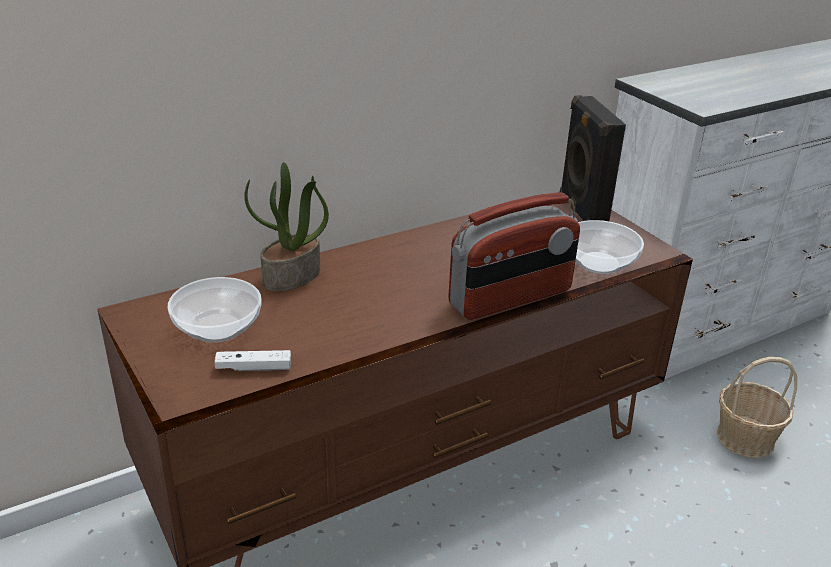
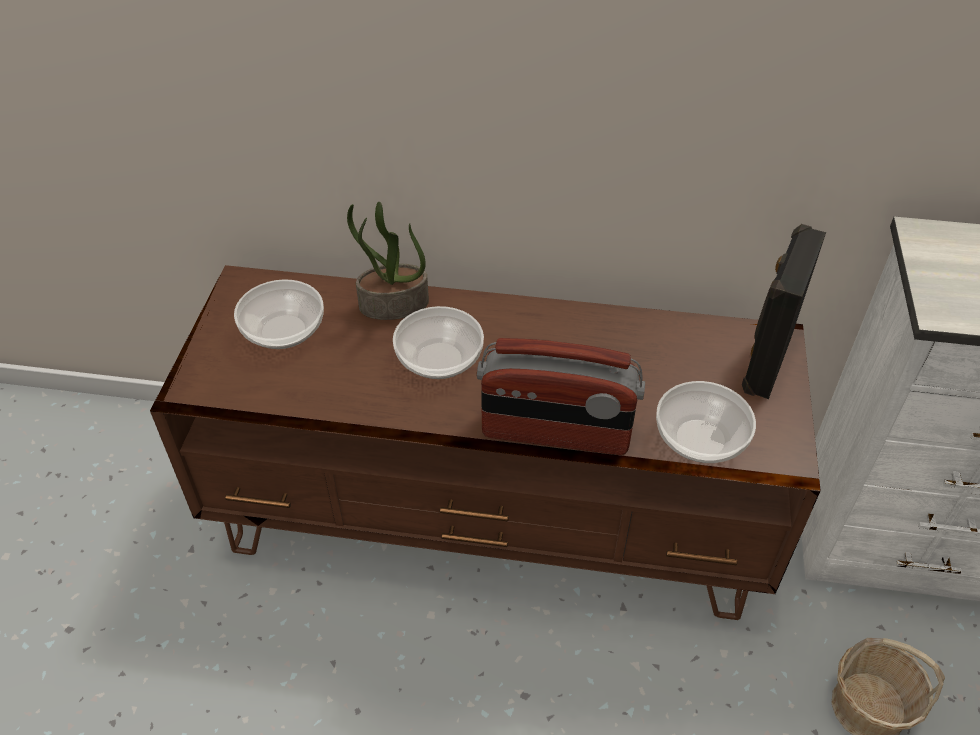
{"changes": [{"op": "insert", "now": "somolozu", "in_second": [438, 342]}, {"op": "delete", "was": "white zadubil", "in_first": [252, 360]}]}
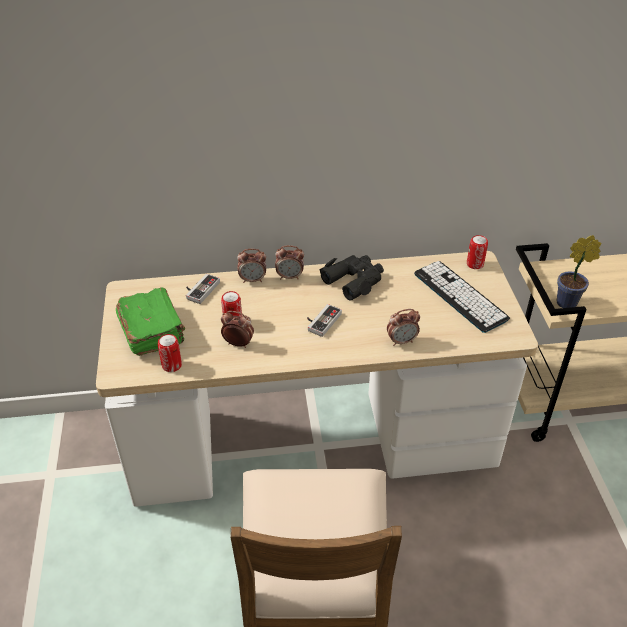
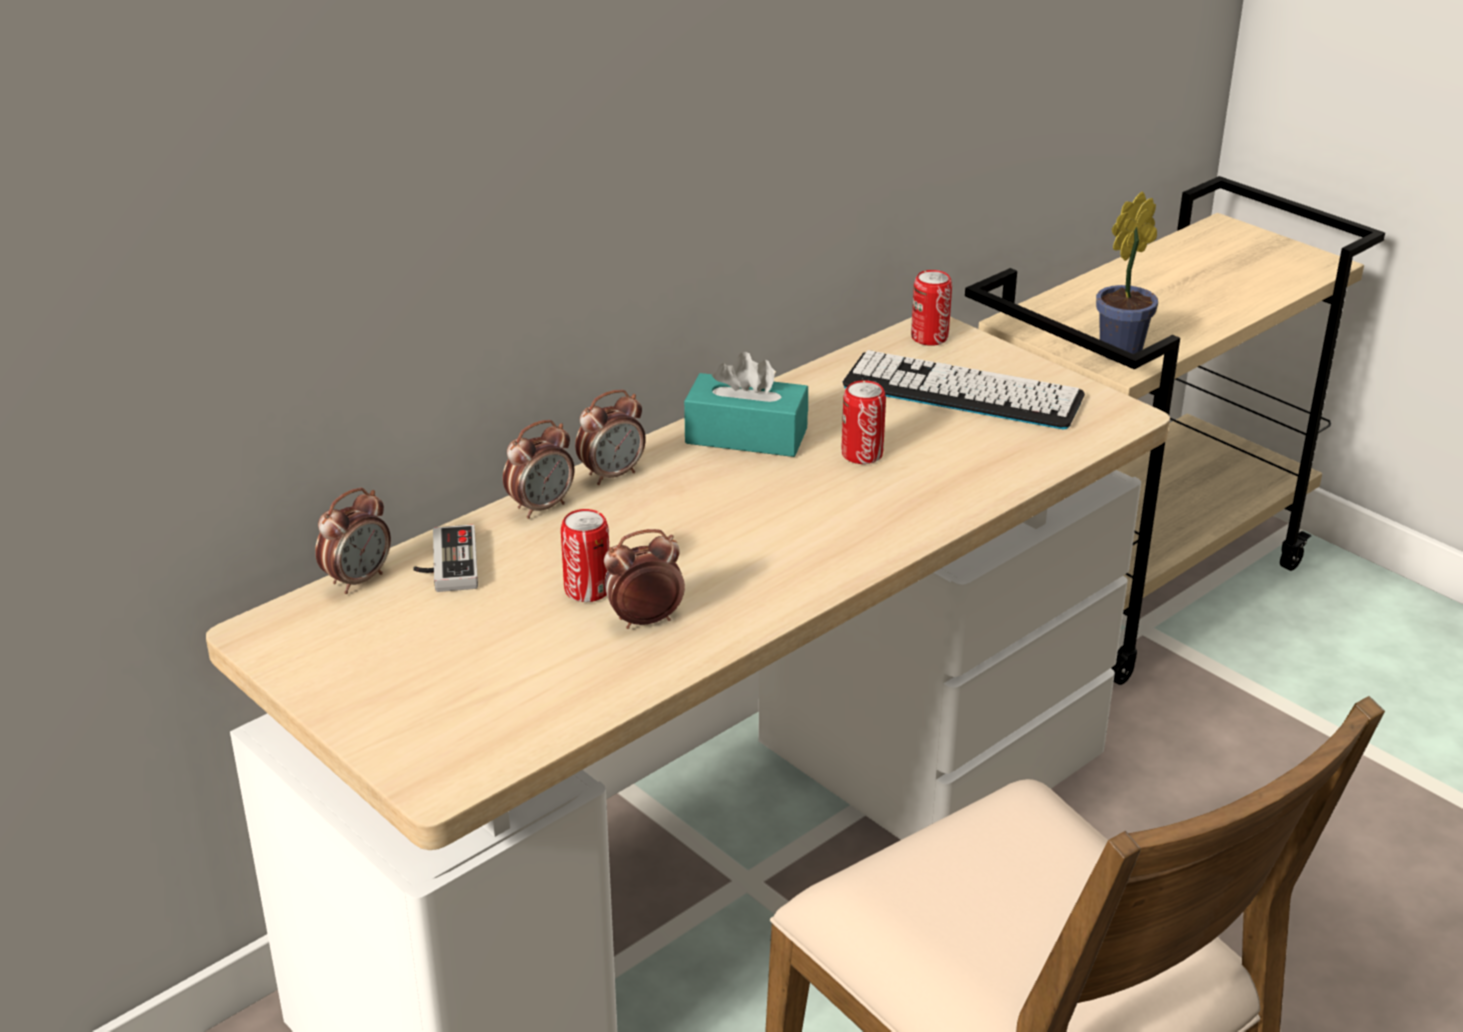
{"changes": [{"op": "move", "was": "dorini", "in_first": [403, 327], "in_second": [353, 541]}, {"op": "replace", "was": "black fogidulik", "now": "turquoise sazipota", "in_first": [352, 278], "in_second": [746, 404]}, {"op": "move", "was": "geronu", "in_first": [170, 353], "in_second": [863, 422]}, {"op": "delete", "was": "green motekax", "in_first": [150, 321]}, {"op": "delete", "was": "zadubil", "in_first": [324, 320]}]}
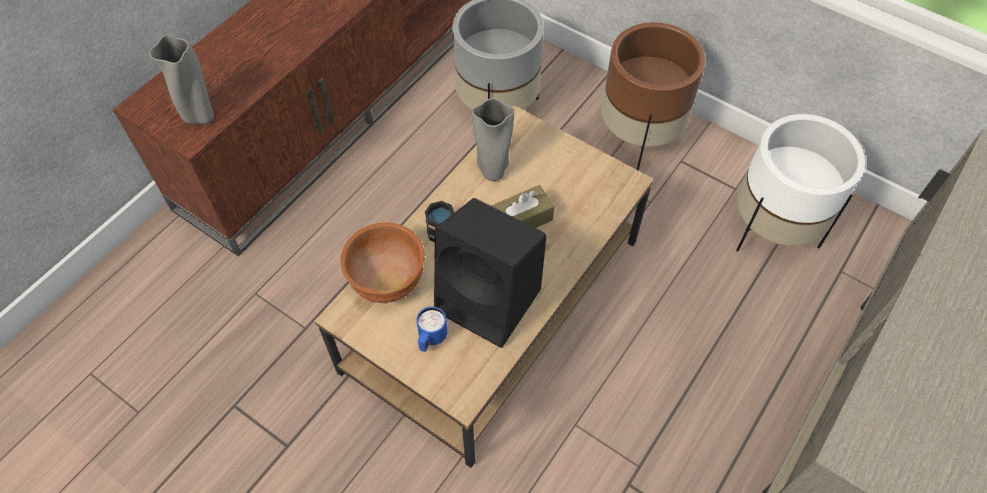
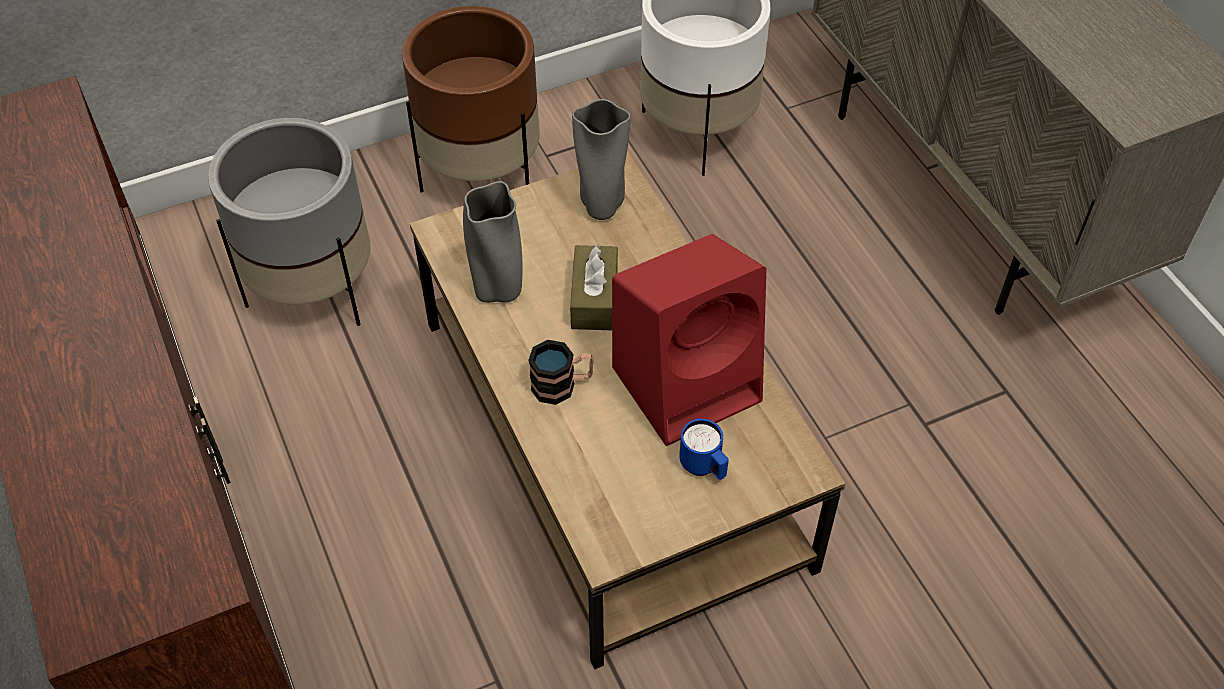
{"changes": [{"op": "move", "was": "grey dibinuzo", "in_first": [181, 79], "in_second": [601, 159]}, {"op": "recolor", "was": "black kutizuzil", "now": "red kutizuzil", "in_first": [490, 273], "in_second": [689, 340]}, {"op": "delete", "was": "brown somolozu", "in_first": [382, 263]}]}
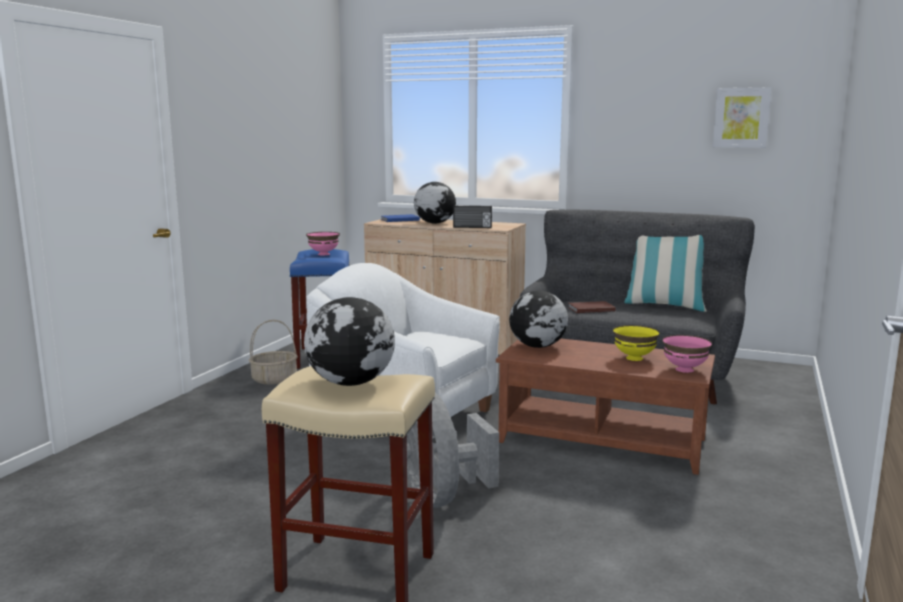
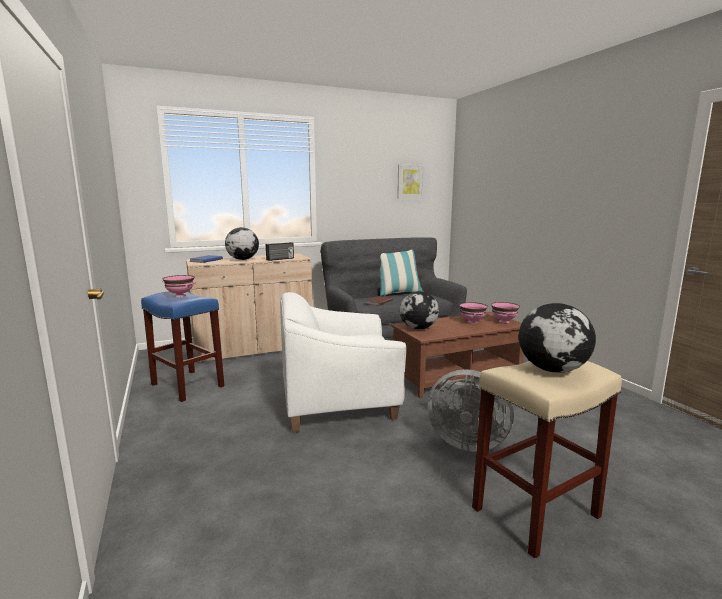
{"changes": [{"op": "recolor", "was": "yellow somolozu", "now": "pink somolozu", "in_first": [636, 343], "in_second": [473, 313]}, {"op": "delete", "was": "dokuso", "in_first": [273, 352]}]}
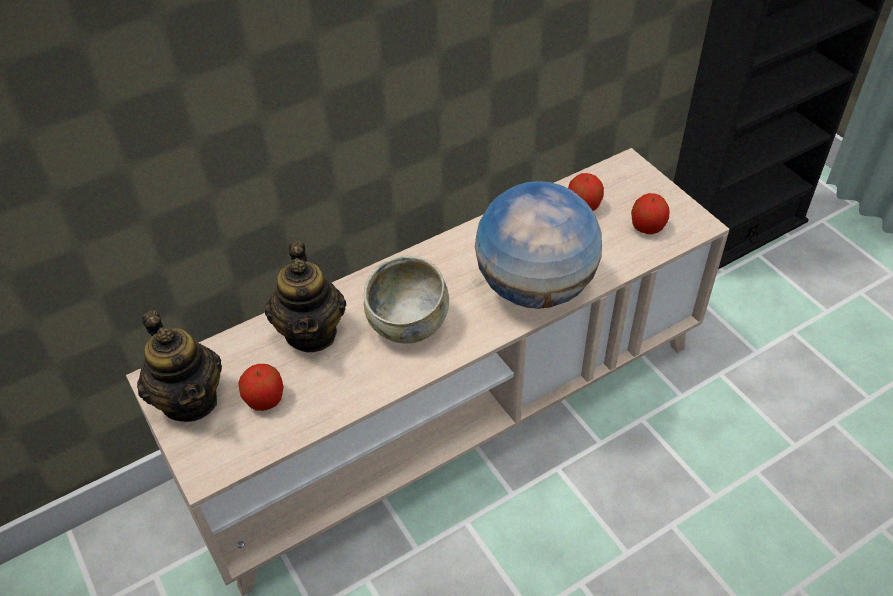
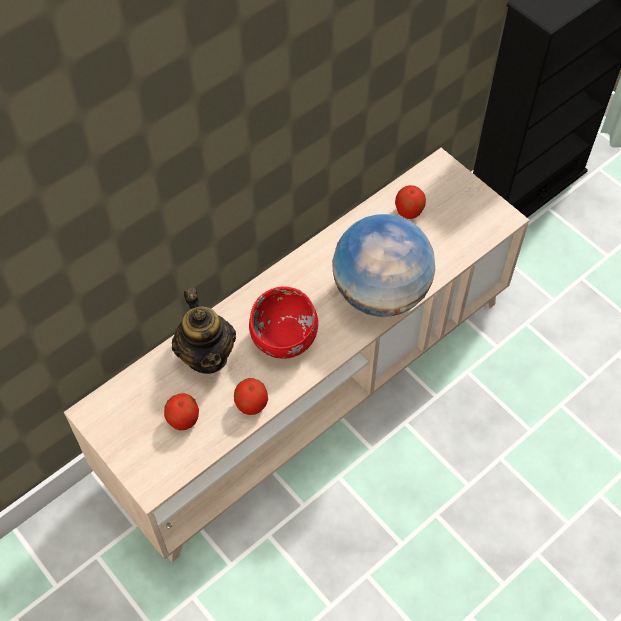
{"changes": [{"op": "move", "was": "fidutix", "in_first": [650, 213], "in_second": [251, 396]}, {"op": "recolor", "was": "beige somolozu", "now": "red somolozu", "in_first": [406, 299], "in_second": [283, 322]}, {"op": "delete", "was": "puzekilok", "in_first": [179, 366]}]}
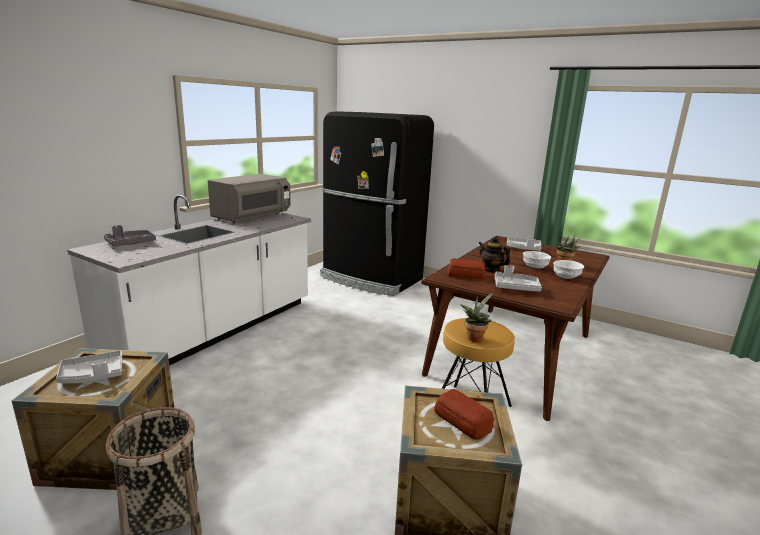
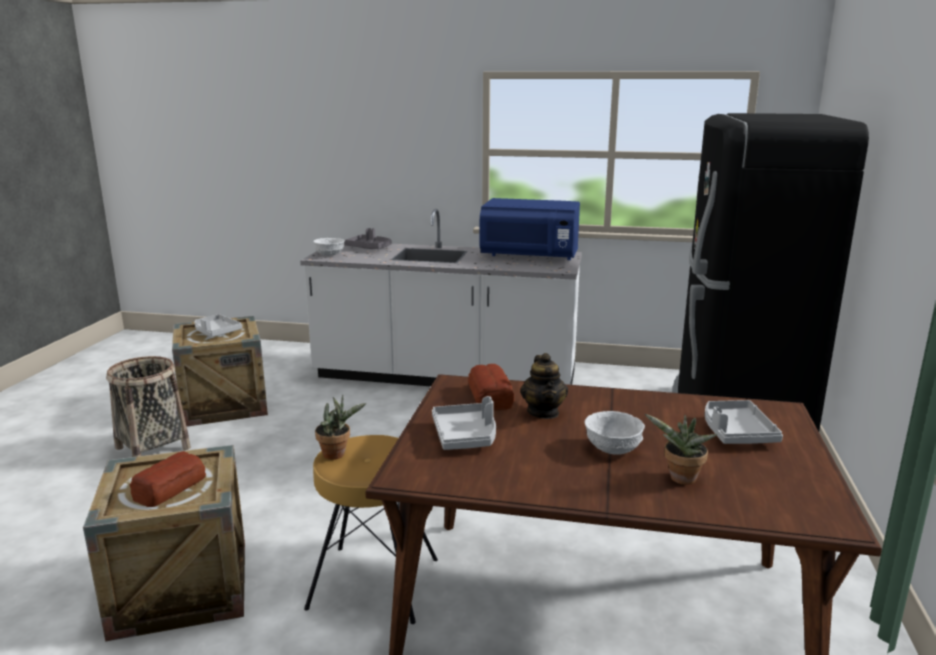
{"changes": [{"op": "move", "was": "white somolozu", "in_first": [568, 269], "in_second": [329, 247]}, {"op": "recolor", "was": "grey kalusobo", "now": "blue kalusobo", "in_first": [249, 198], "in_second": [529, 229]}, {"op": "rotate", "was": "puzekilok", "in_first": [494, 254], "in_second": [544, 386], "clockwise": 150}]}
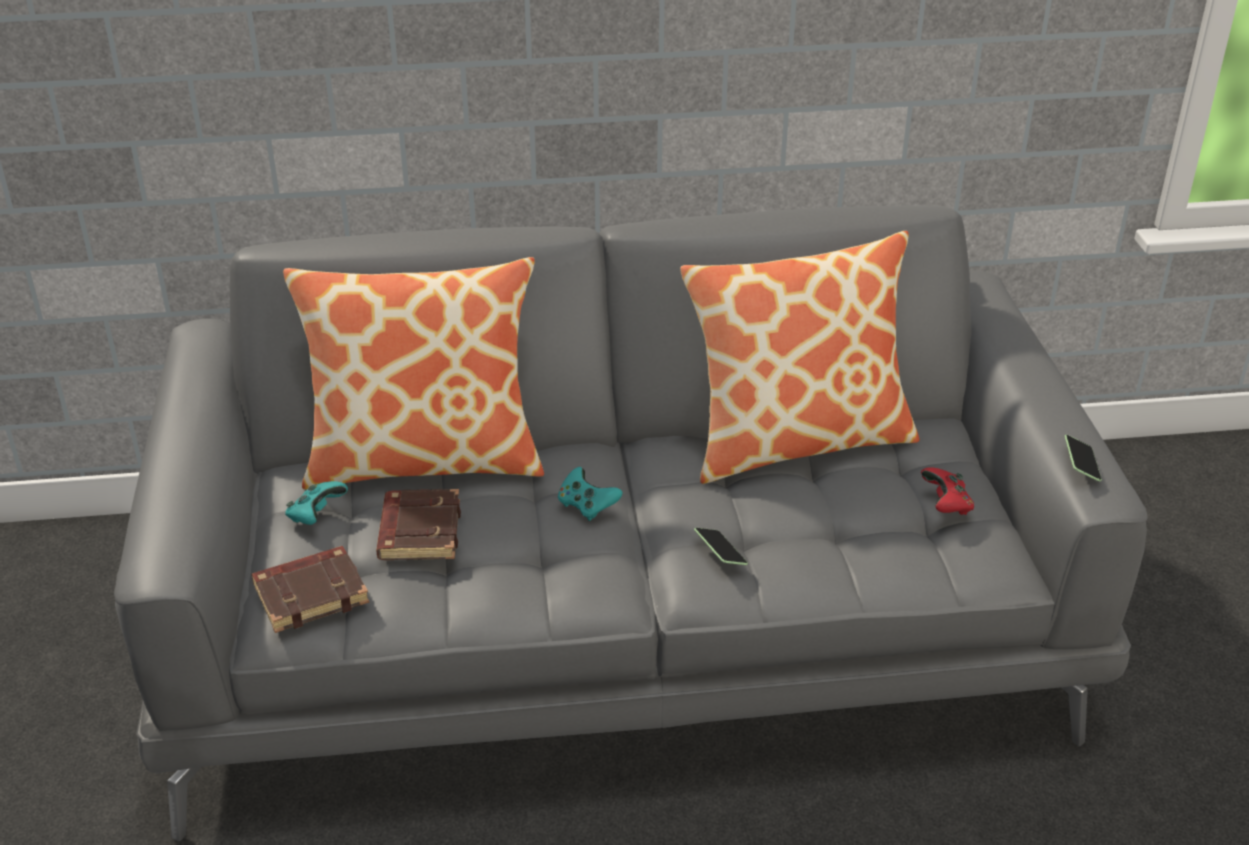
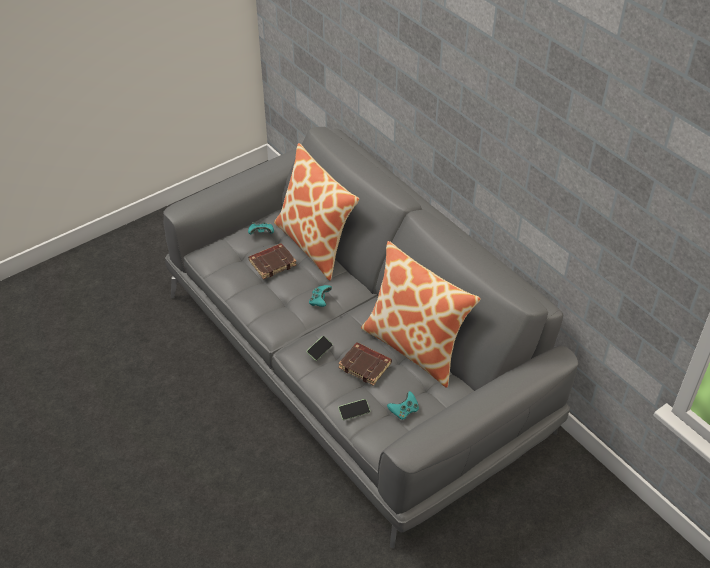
{"changes": [{"op": "move", "was": "brown motekax", "in_first": [310, 589], "in_second": [365, 364]}, {"op": "move", "was": "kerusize", "in_first": [1083, 458], "in_second": [354, 409]}, {"op": "recolor", "was": "red zadubil", "now": "turquoise zadubil", "in_first": [947, 491], "in_second": [403, 405]}]}
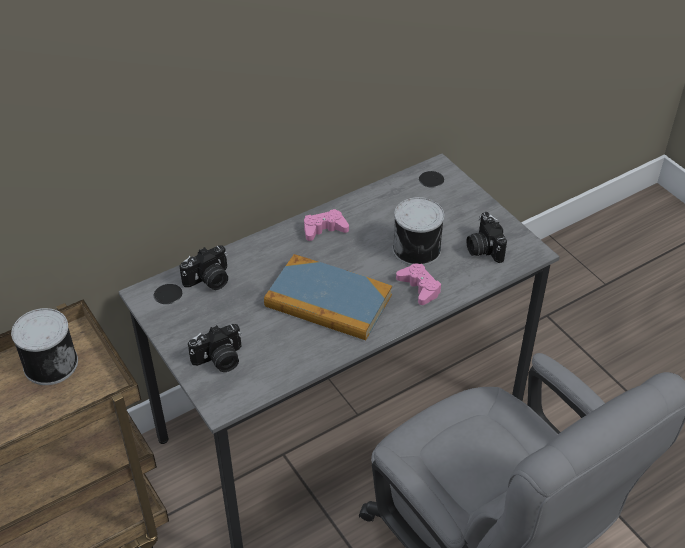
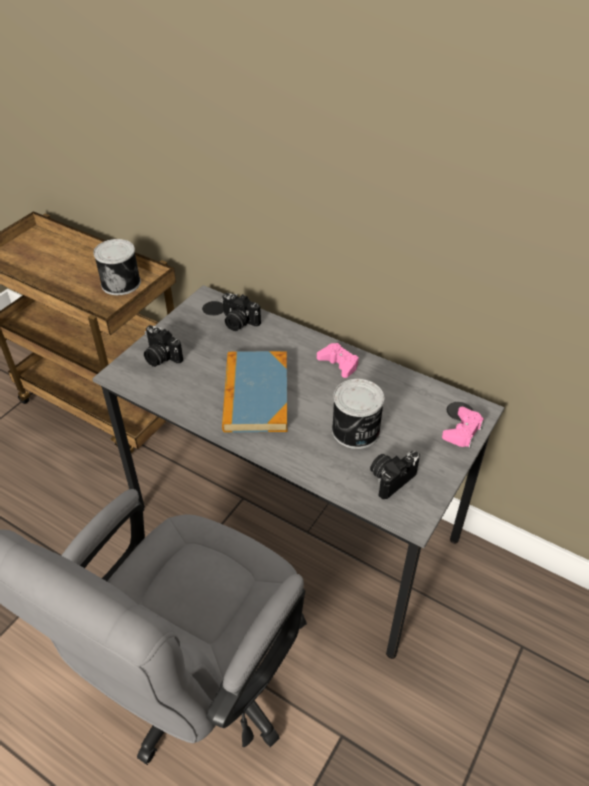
{"changes": [{"op": "move", "was": "pink zadubil", "in_first": [418, 284], "in_second": [463, 427]}]}
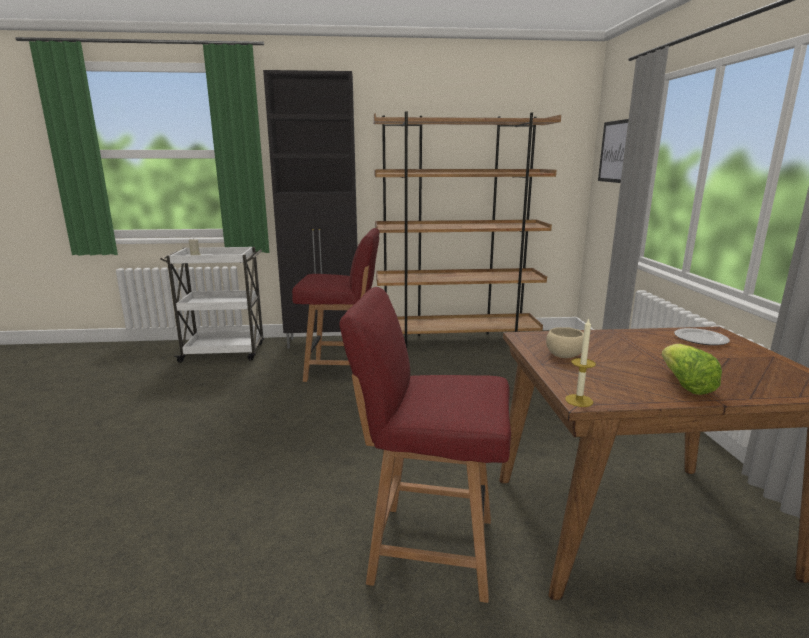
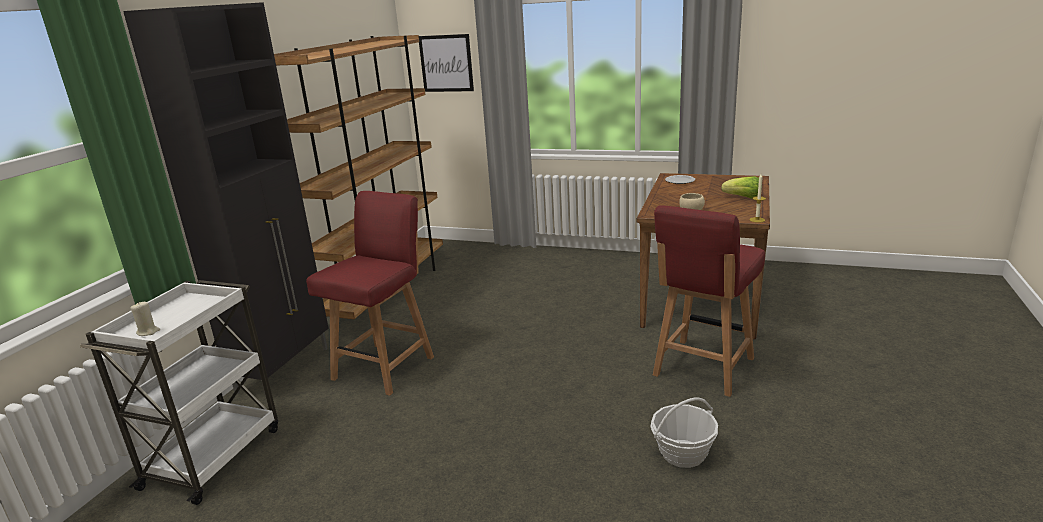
{"changes": [{"op": "insert", "now": "dokuso", "in_second": [684, 432]}]}
